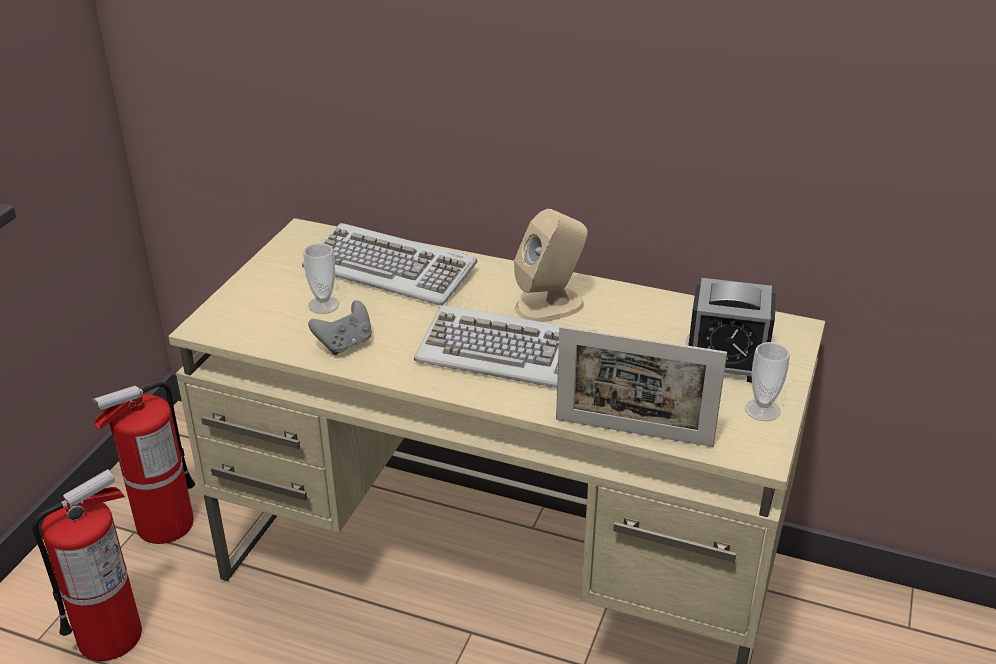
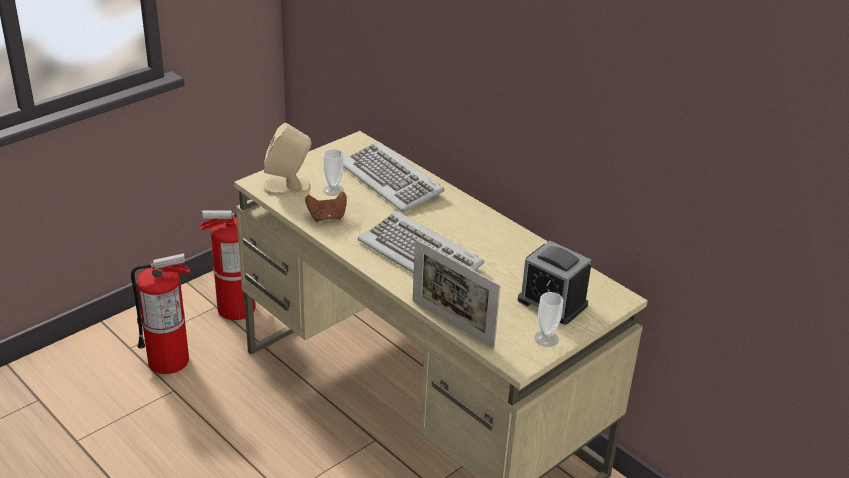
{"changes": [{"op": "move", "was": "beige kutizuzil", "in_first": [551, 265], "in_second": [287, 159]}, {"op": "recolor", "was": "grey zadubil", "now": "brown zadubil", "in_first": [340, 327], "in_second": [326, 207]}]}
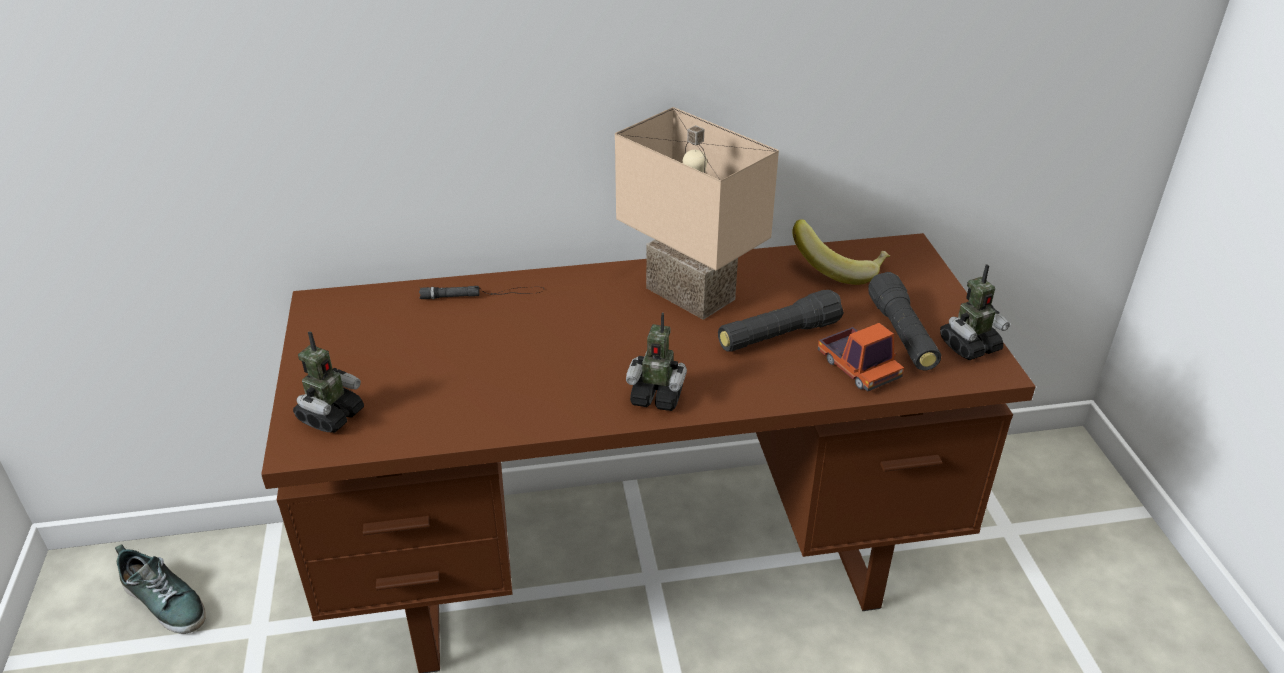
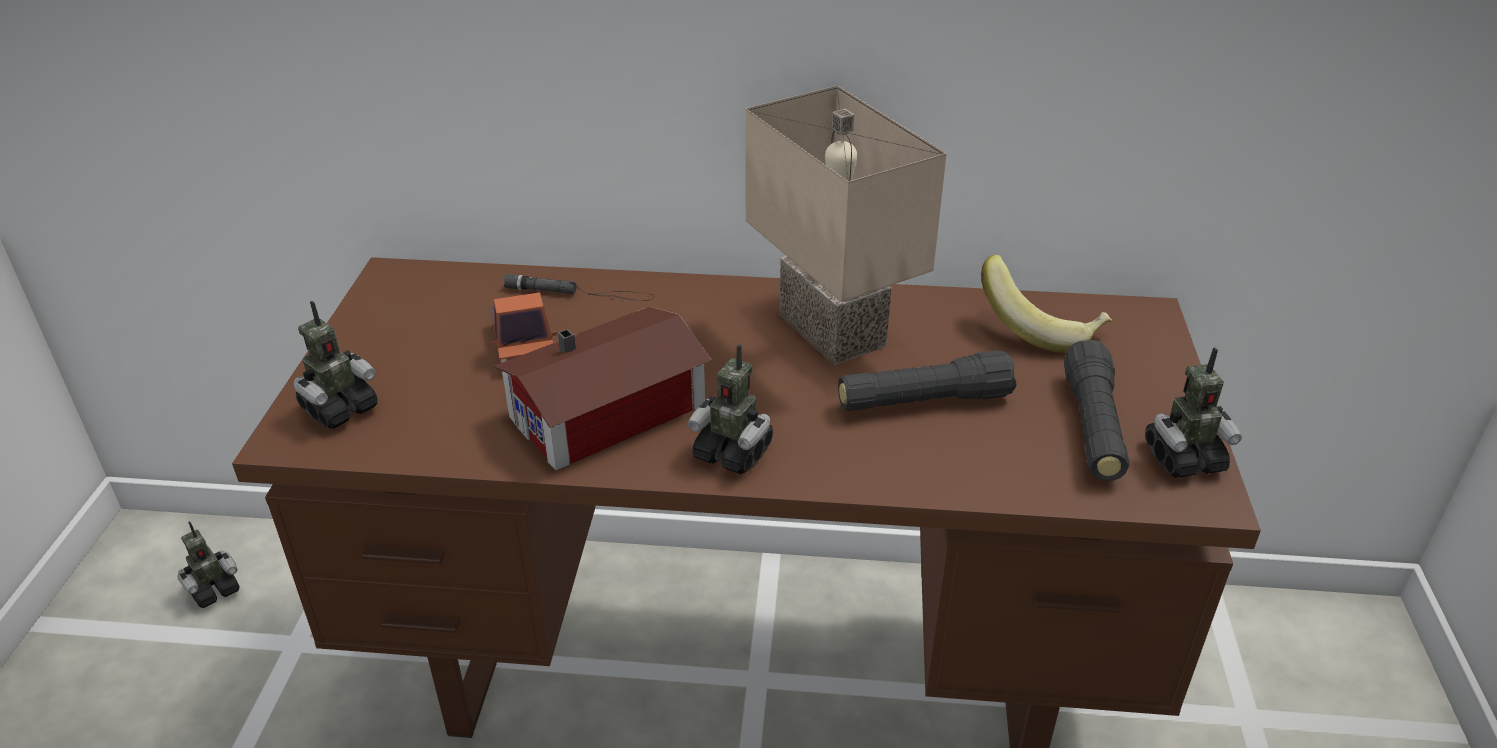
{"changes": [{"op": "replace", "was": "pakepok", "now": "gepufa", "in_first": [160, 589], "in_second": [208, 564]}, {"op": "move", "was": "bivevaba", "in_first": [861, 357], "in_second": [523, 327]}, {"op": "insert", "now": "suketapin", "in_second": [603, 389]}]}
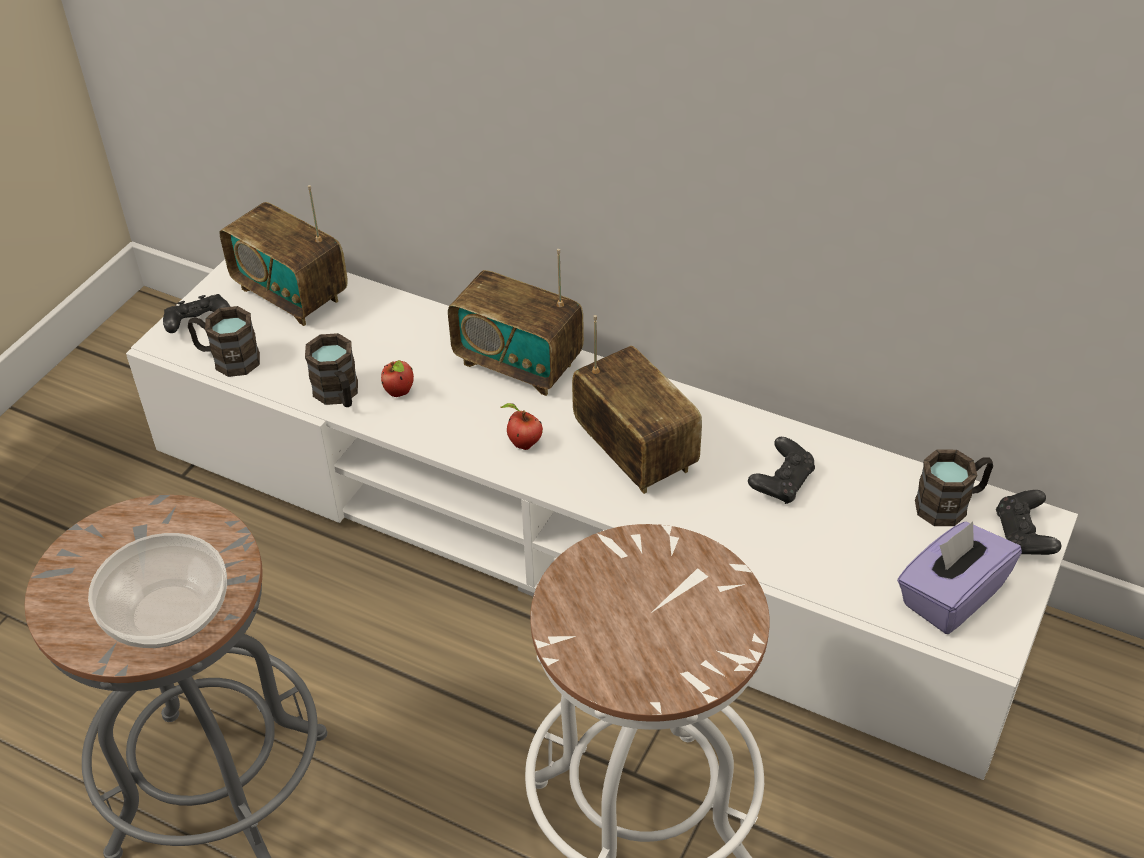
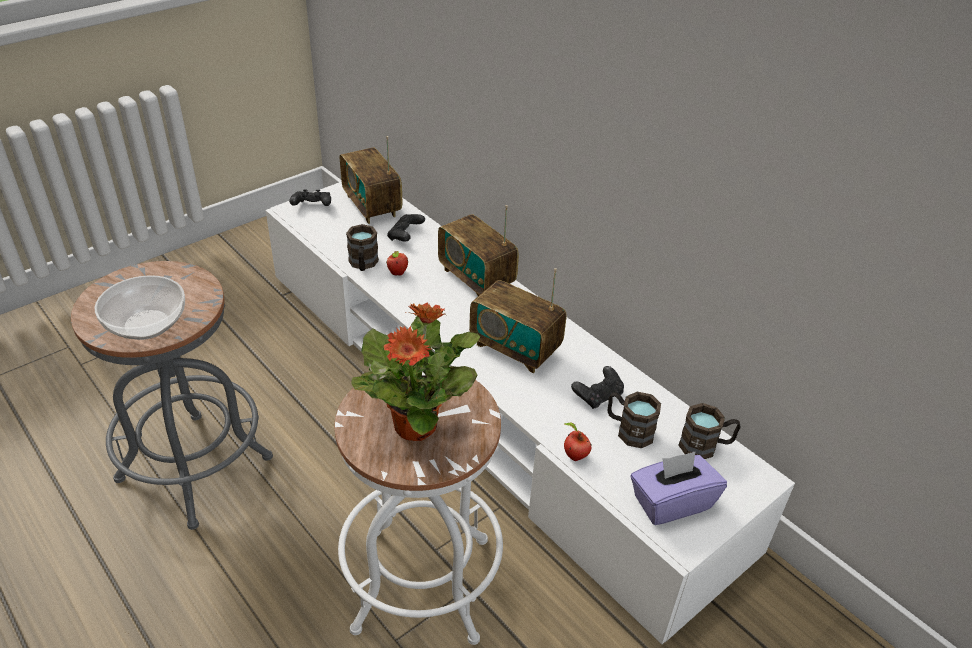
{"changes": [{"op": "insert", "now": "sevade", "in_second": [415, 371]}, {"op": "move", "was": "black zadubil", "in_first": [1029, 522], "in_second": [406, 228]}, {"op": "rotate", "was": "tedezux", "in_first": [637, 404], "in_second": [517, 320], "clockwise": 135}, {"op": "move", "was": "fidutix", "in_first": [521, 426], "in_second": [577, 442]}, {"op": "move", "was": "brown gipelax", "in_first": [224, 341], "in_second": [634, 420]}]}
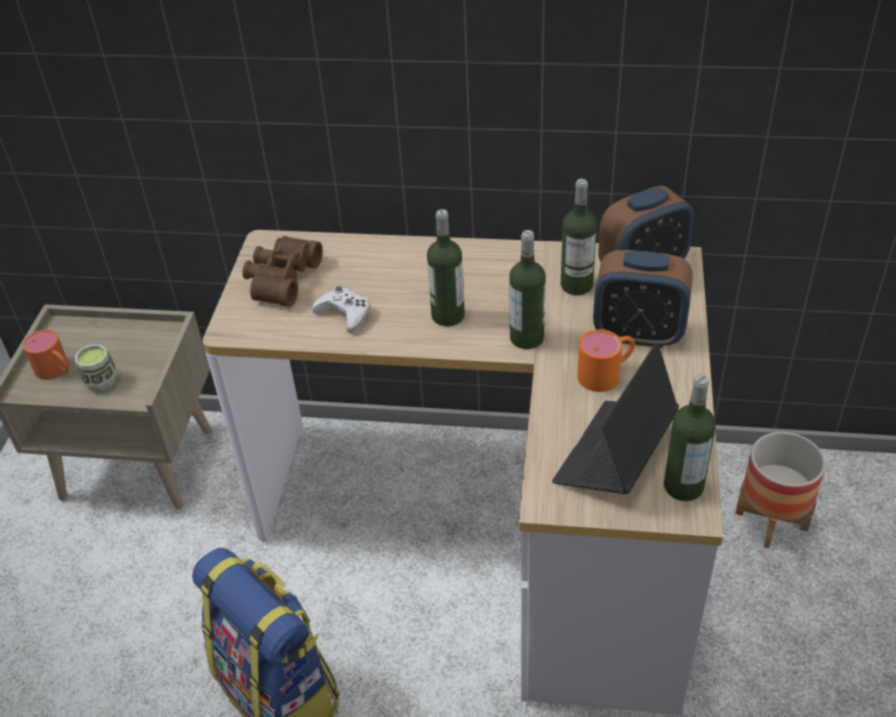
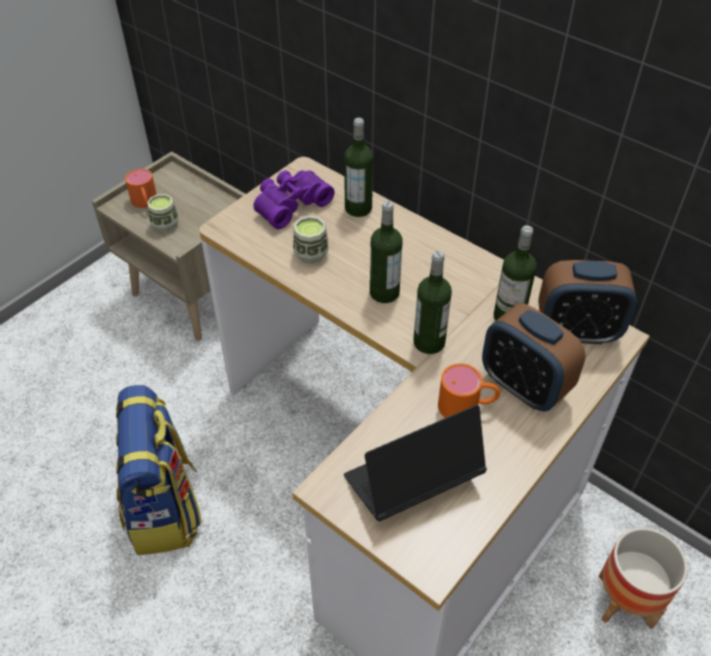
{"changes": [{"op": "recolor", "was": "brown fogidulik", "now": "purple fogidulik", "in_first": [282, 271], "in_second": [294, 199]}, {"op": "replace", "was": "white zadubil", "now": "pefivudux", "in_first": [341, 309], "in_second": [311, 240]}, {"op": "move", "was": "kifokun", "in_first": [690, 438], "in_second": [358, 167]}]}
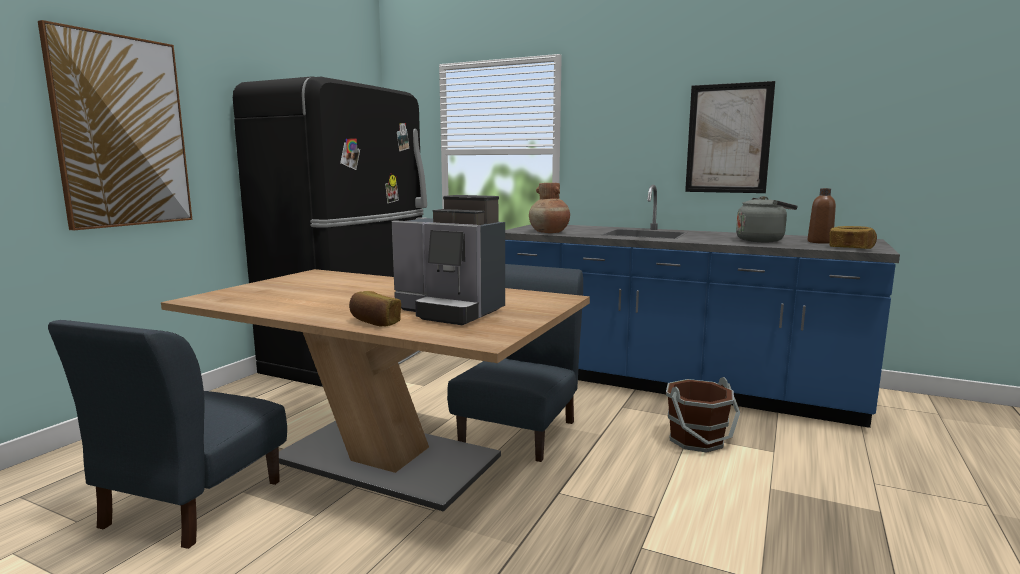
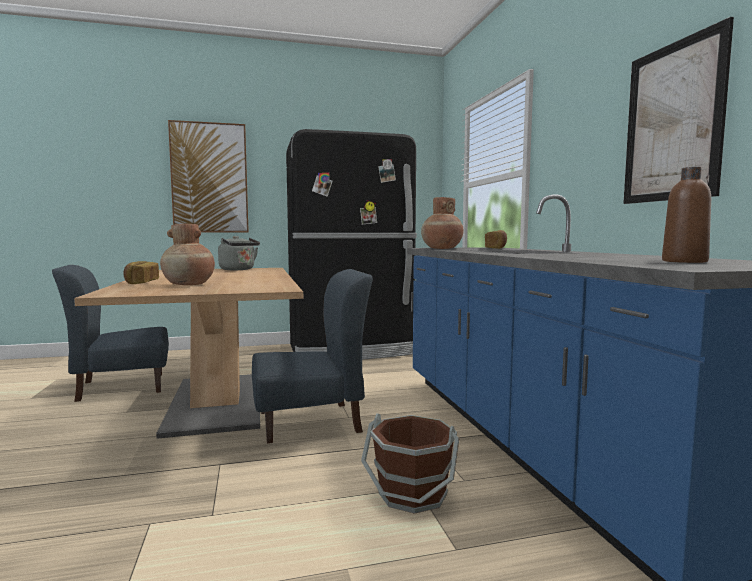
{"changes": [{"op": "replace", "was": "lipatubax", "now": "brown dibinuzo", "in_first": [448, 260], "in_second": [187, 254]}, {"op": "move", "was": "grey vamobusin", "in_first": [767, 219], "in_second": [239, 253]}, {"op": "move", "was": "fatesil", "in_first": [853, 237], "in_second": [496, 239]}]}
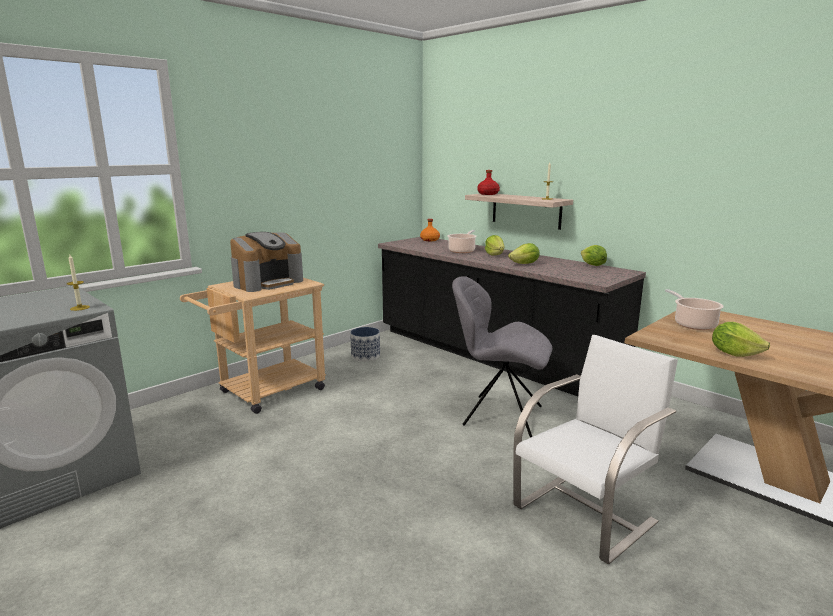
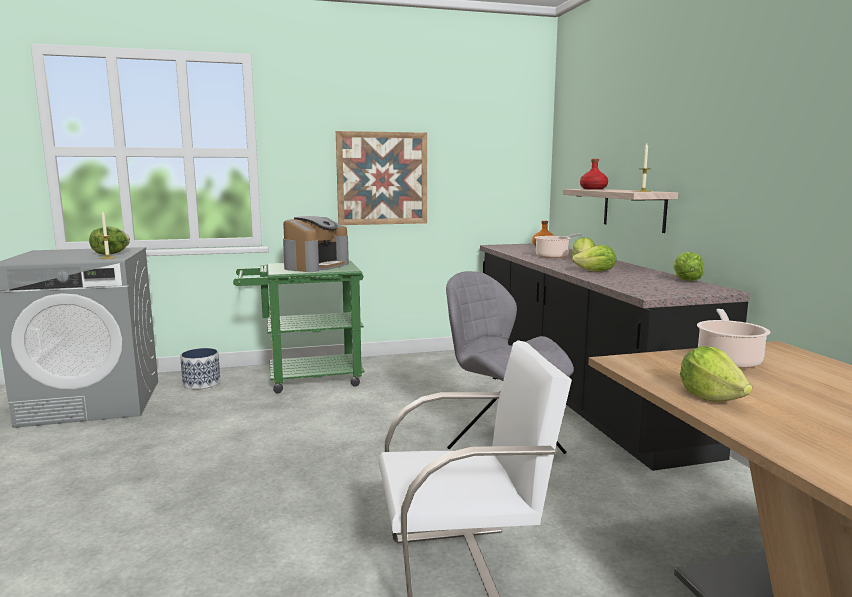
{"changes": [{"op": "insert", "now": "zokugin", "in_second": [109, 241]}, {"op": "move", "was": "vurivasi", "in_first": [365, 344], "in_second": [200, 368]}, {"op": "recolor", "was": "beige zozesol", "now": "green zozesol", "in_first": [253, 346], "in_second": [299, 327]}, {"op": "rotate", "was": "lipatubax", "in_first": [266, 262], "in_second": [316, 244], "clockwise": -45}, {"op": "insert", "now": "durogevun", "in_second": [381, 178]}]}
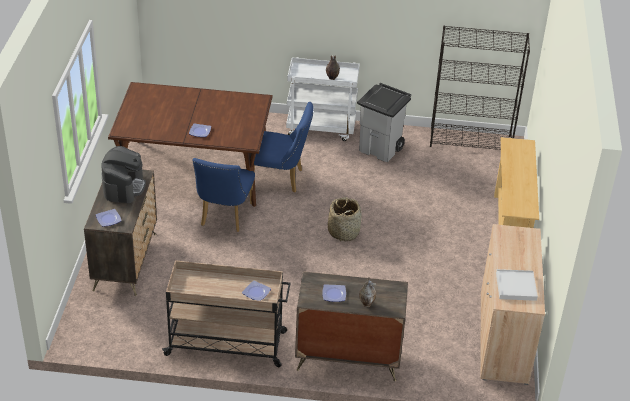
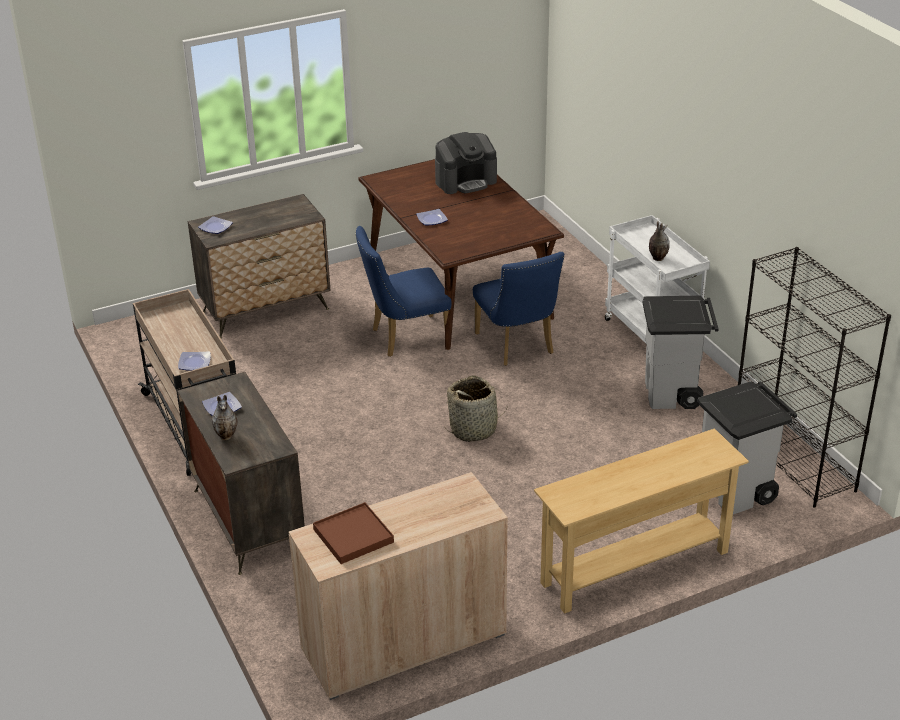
{"changes": [{"op": "recolor", "was": "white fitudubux", "now": "brown fitudubux", "in_first": [517, 285], "in_second": [353, 533]}, {"op": "move", "was": "lipatubax", "in_first": [123, 174], "in_second": [466, 163]}, {"op": "insert", "now": "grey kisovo", "in_second": [747, 447]}]}
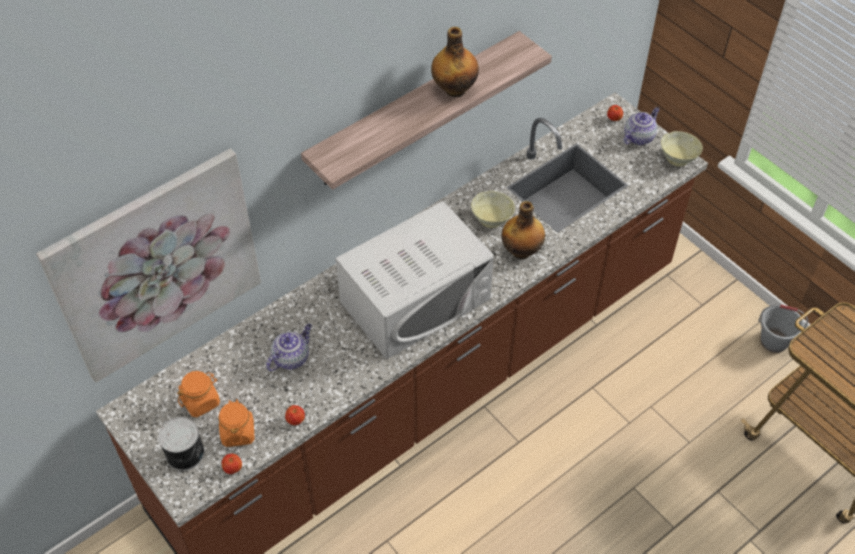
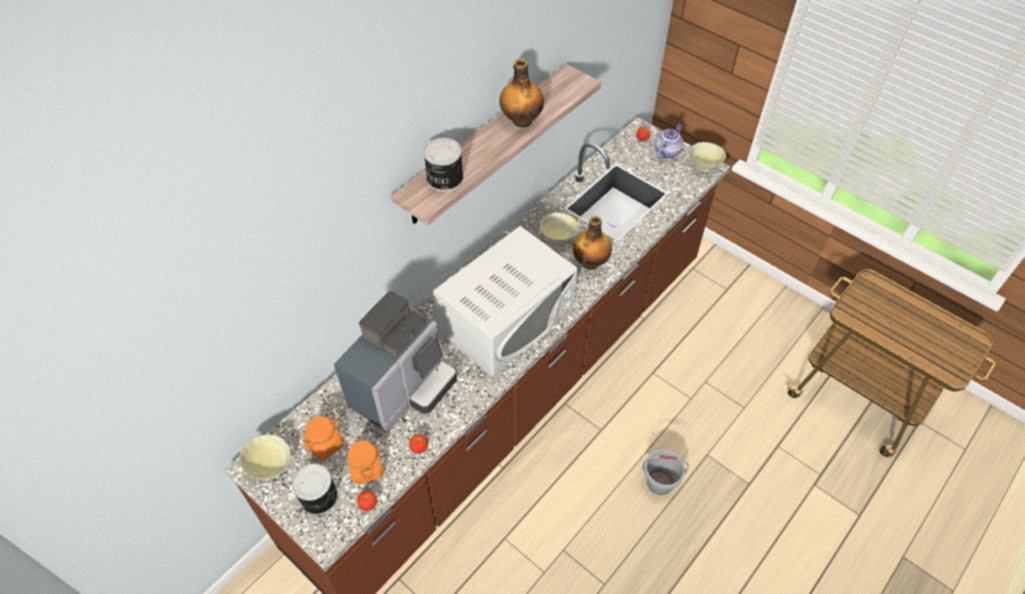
{"changes": [{"op": "insert", "now": "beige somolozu", "in_second": [265, 457]}, {"op": "replace", "was": "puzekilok", "now": "lipatubax", "in_first": [289, 347], "in_second": [395, 362]}, {"op": "insert", "now": "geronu", "in_second": [443, 165]}, {"op": "move", "was": "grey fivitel", "in_first": [783, 328], "in_second": [665, 472]}, {"op": "delete", "was": "durogevun", "in_first": [148, 265]}]}
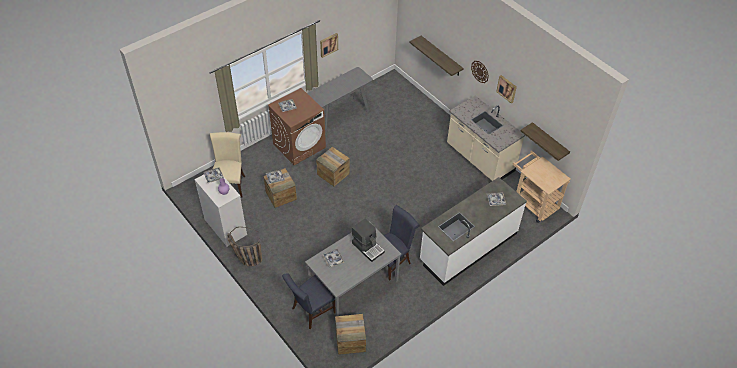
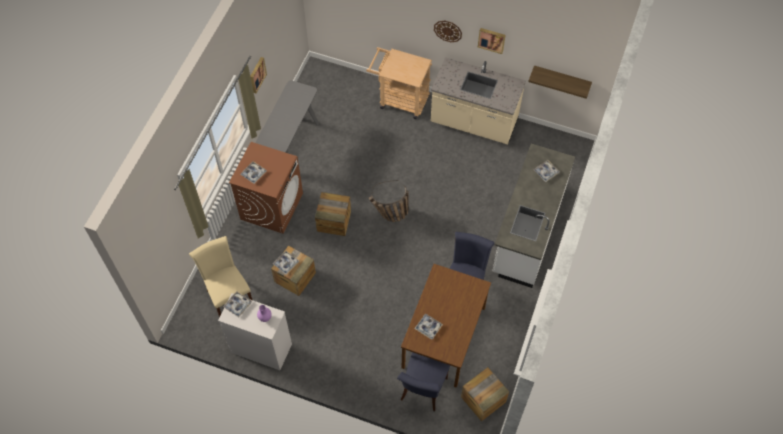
{"changes": [{"op": "move", "was": "beige zozesol", "in_first": [542, 187], "in_second": [399, 83]}, {"op": "move", "was": "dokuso", "in_first": [244, 246], "in_second": [389, 201]}, {"op": "recolor", "was": "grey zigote", "now": "brown zigote", "in_first": [353, 268], "in_second": [446, 326]}, {"op": "delete", "was": "lipatubax", "in_first": [368, 240]}, {"op": "delete", "was": "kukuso", "in_first": [436, 56]}]}
